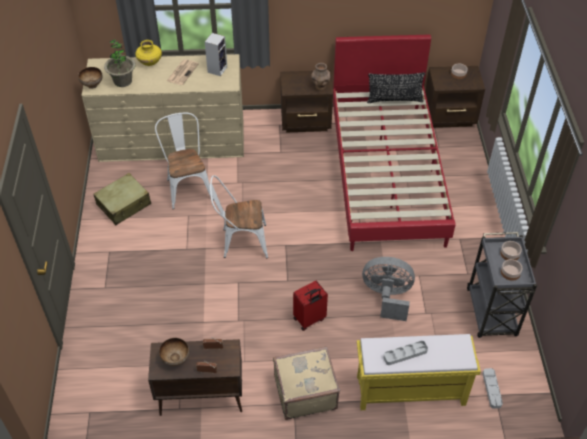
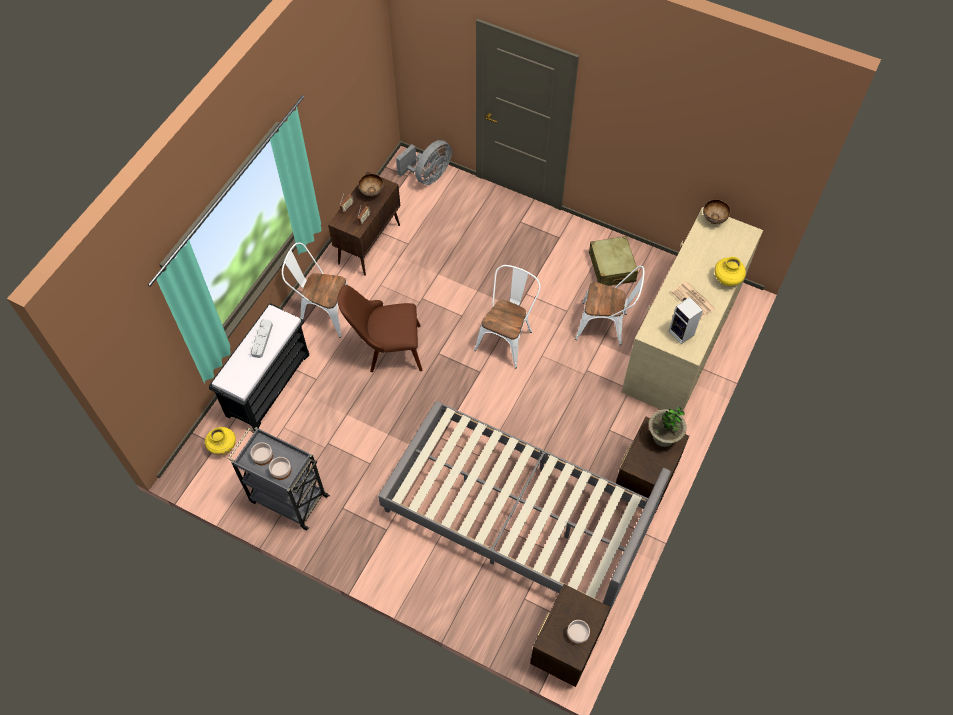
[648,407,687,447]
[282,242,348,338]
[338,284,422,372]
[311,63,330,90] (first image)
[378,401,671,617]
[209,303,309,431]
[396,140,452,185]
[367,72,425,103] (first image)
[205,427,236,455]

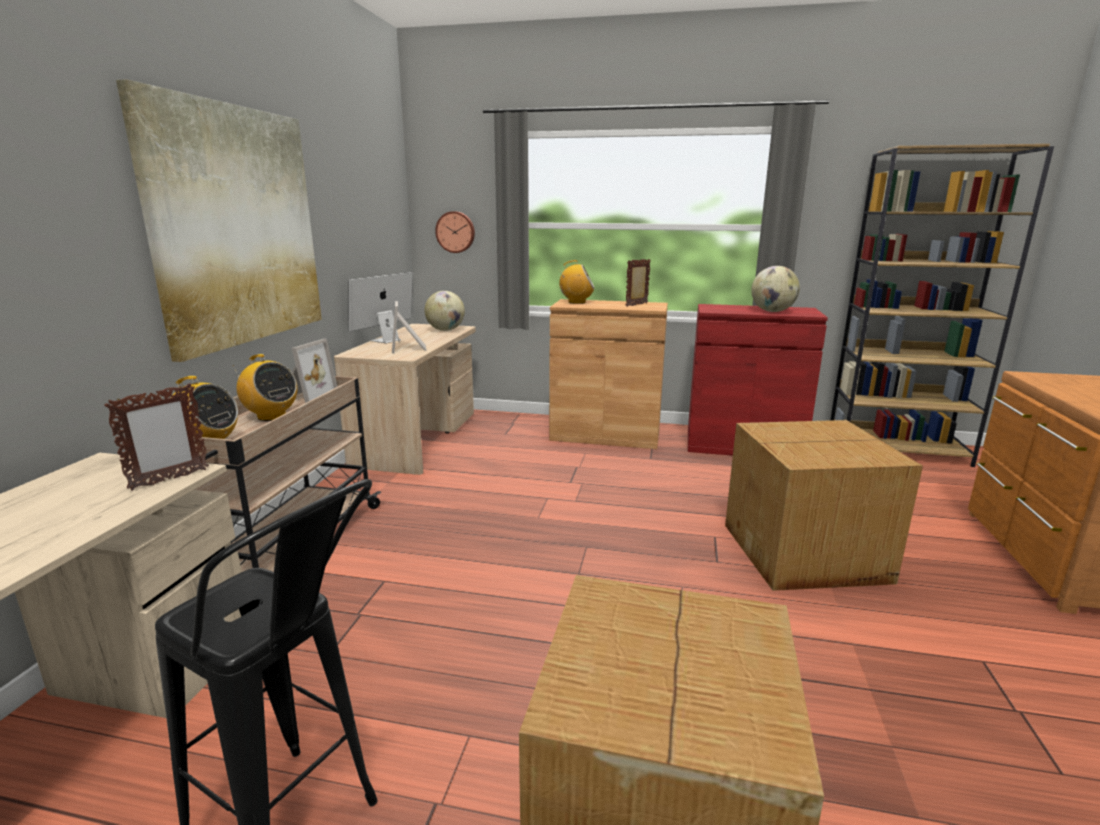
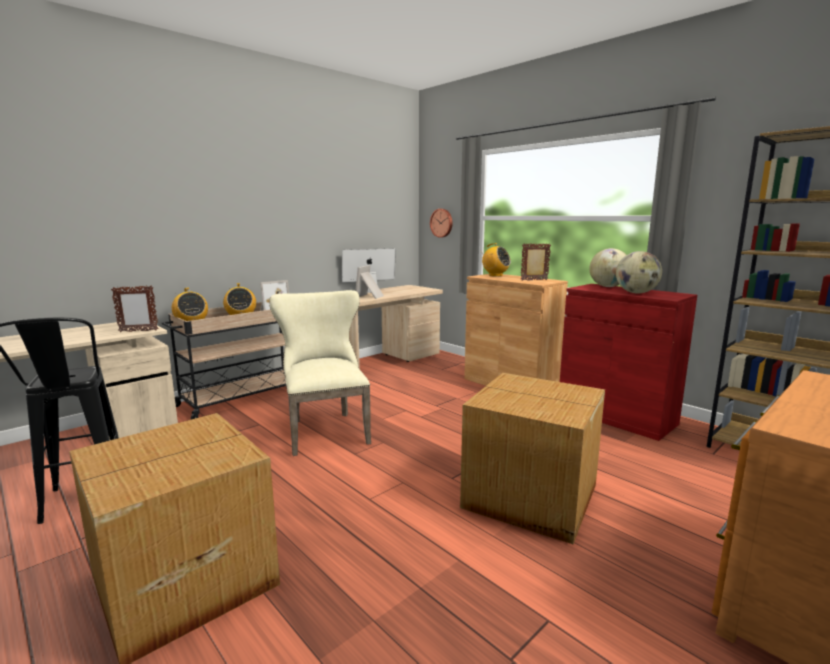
[116,79,322,362] (first image)
[589,248,626,287]
[269,290,371,456]

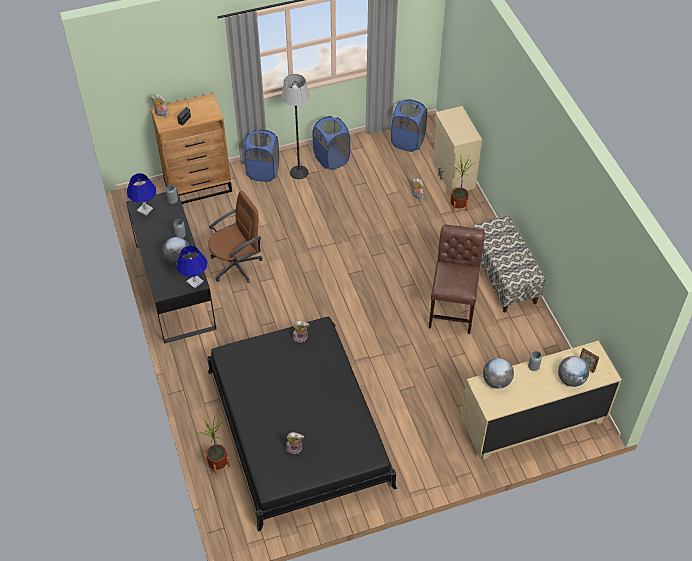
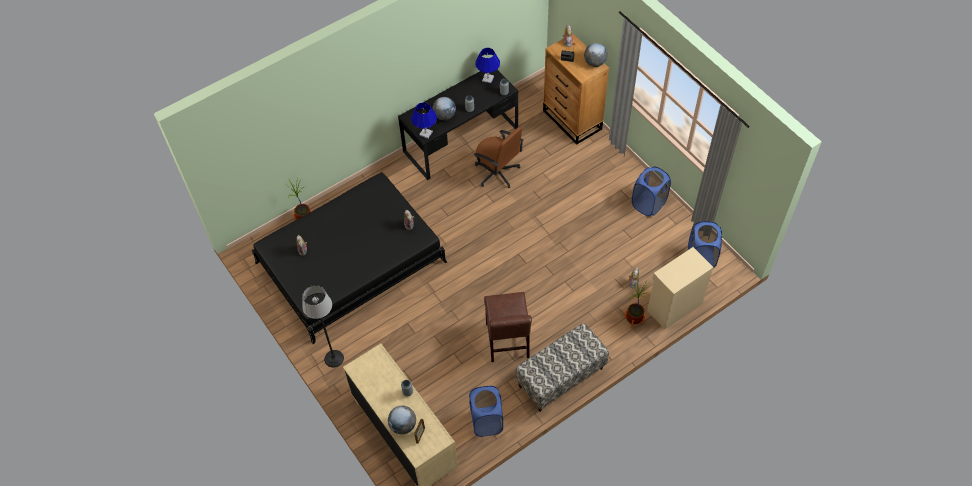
[469,386,503,437]
[302,285,344,368]
[484,292,532,362]
[584,43,608,67]

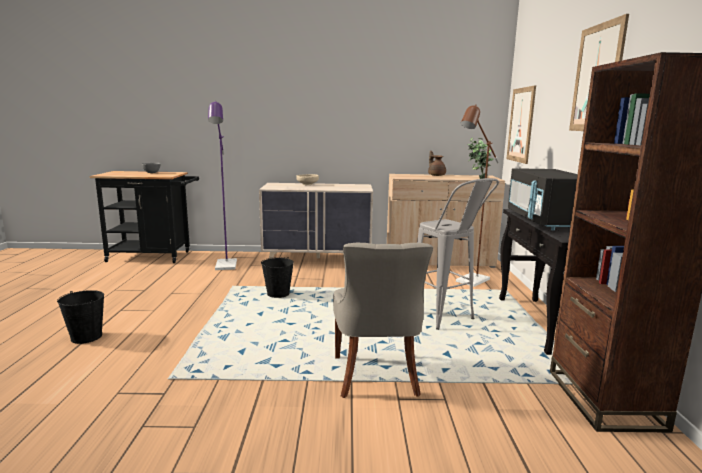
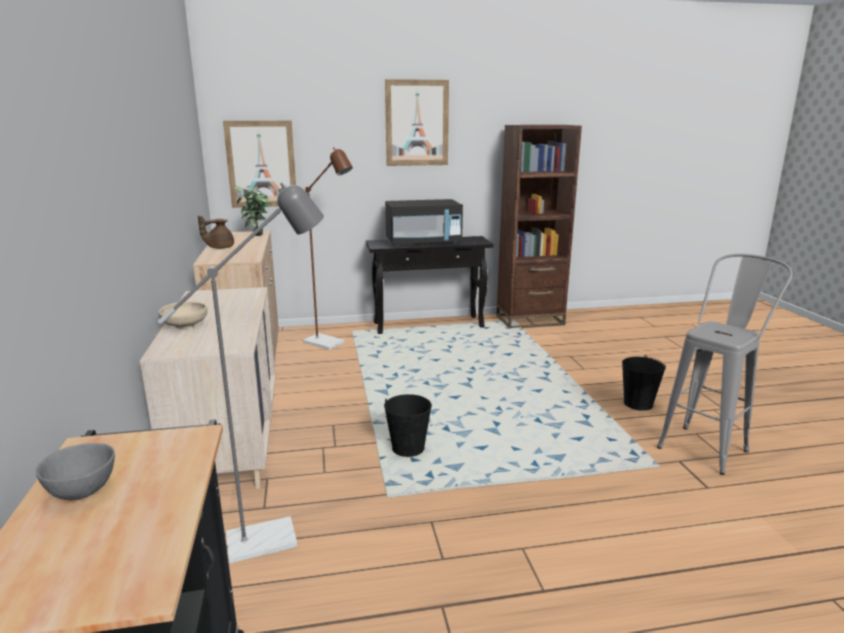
[622,355,666,411]
[158,182,324,564]
[333,243,433,398] (first image)
[657,254,793,475]

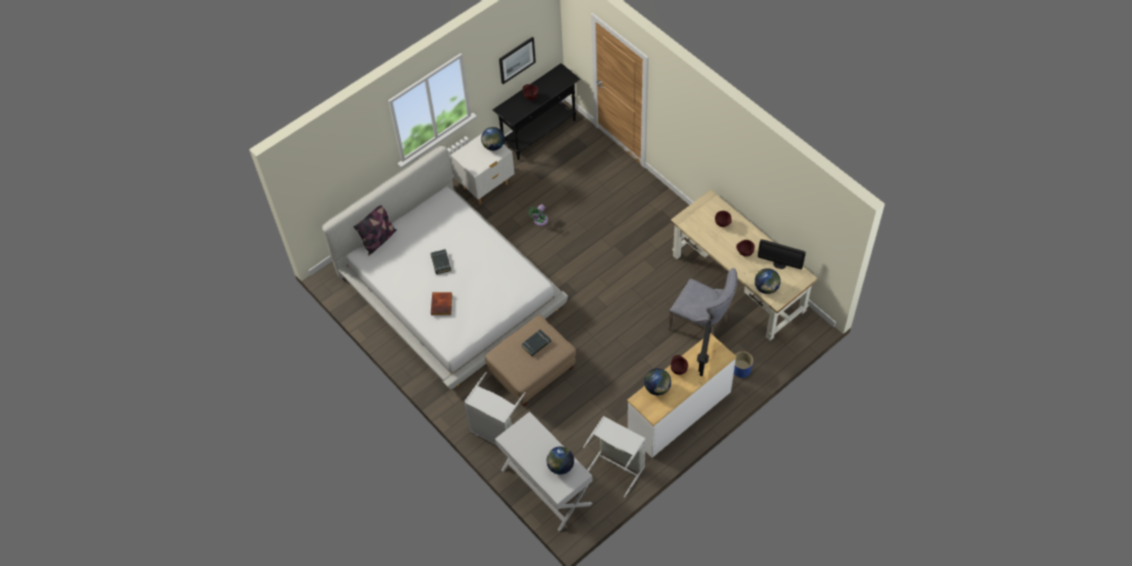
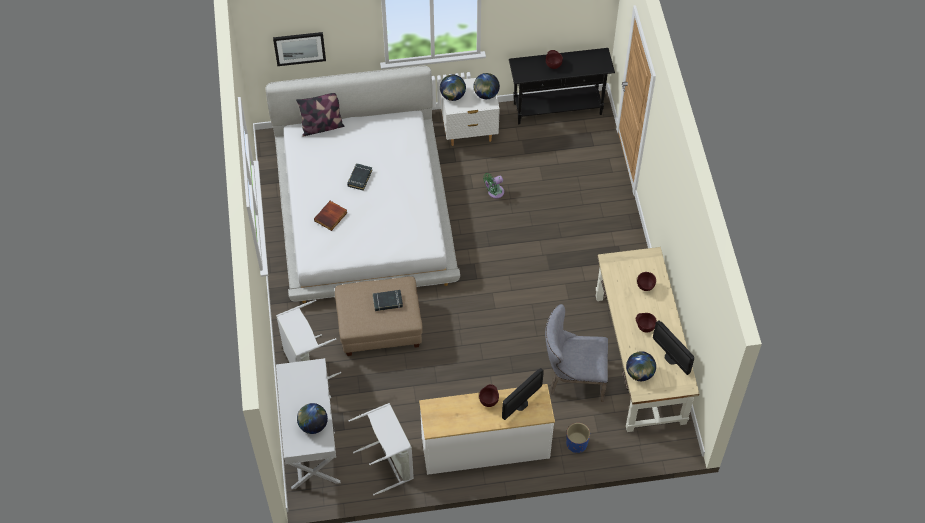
[273,32,326,66]
[440,74,466,101]
[545,304,608,402]

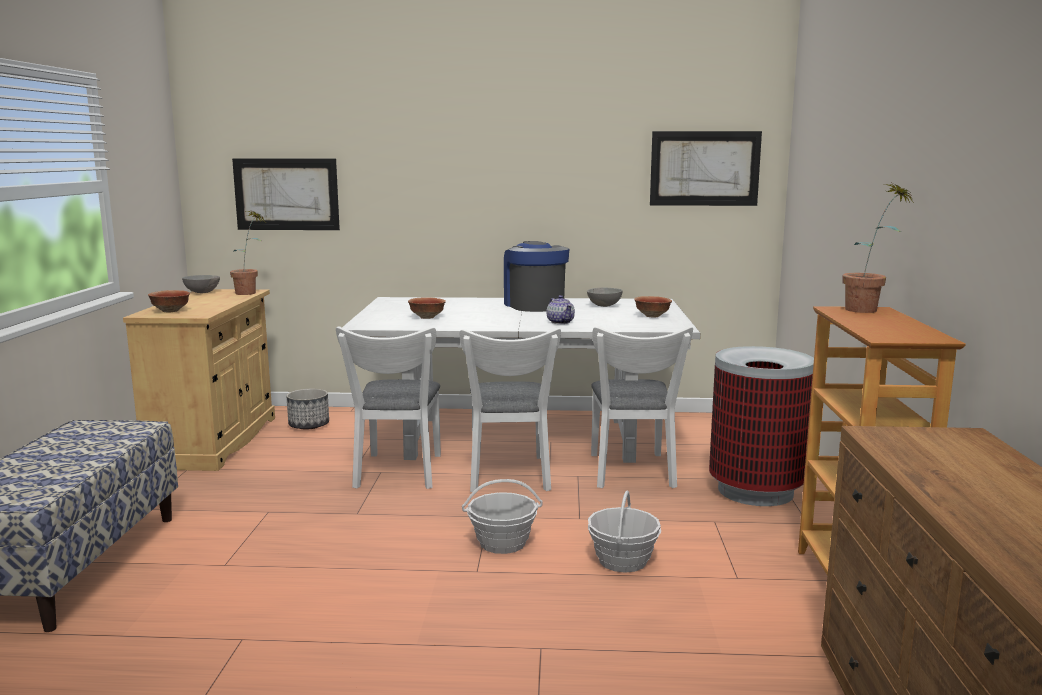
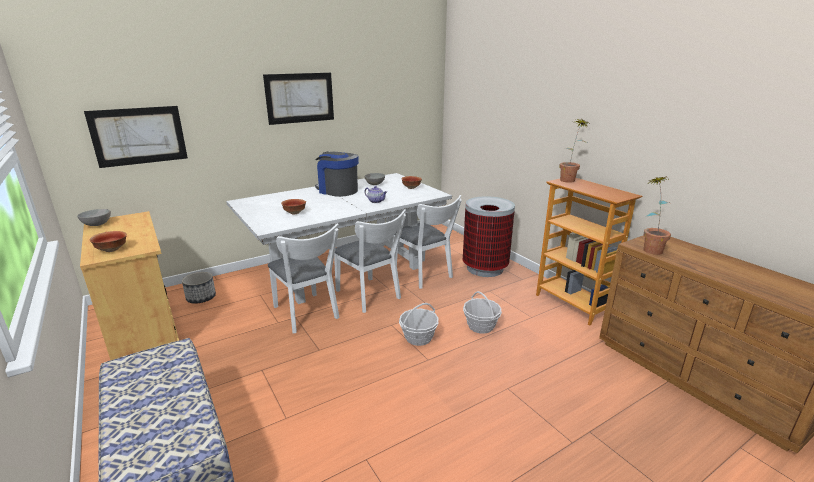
[644,176,671,255]
[263,73,334,125]

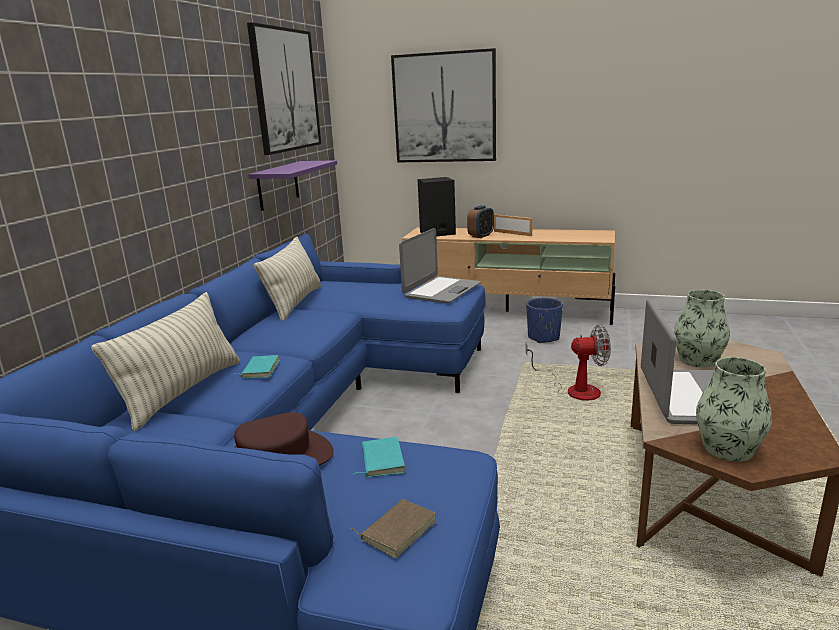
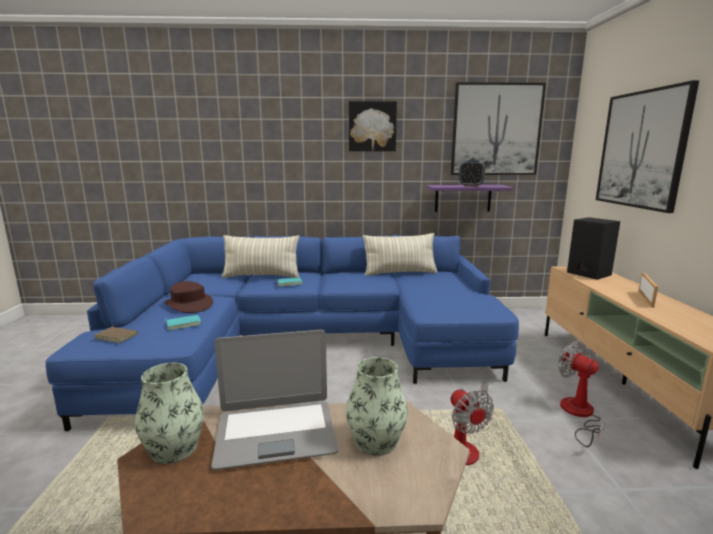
[399,228,481,303] (first image)
[459,160,485,187]
[558,342,605,447]
[349,101,397,151]

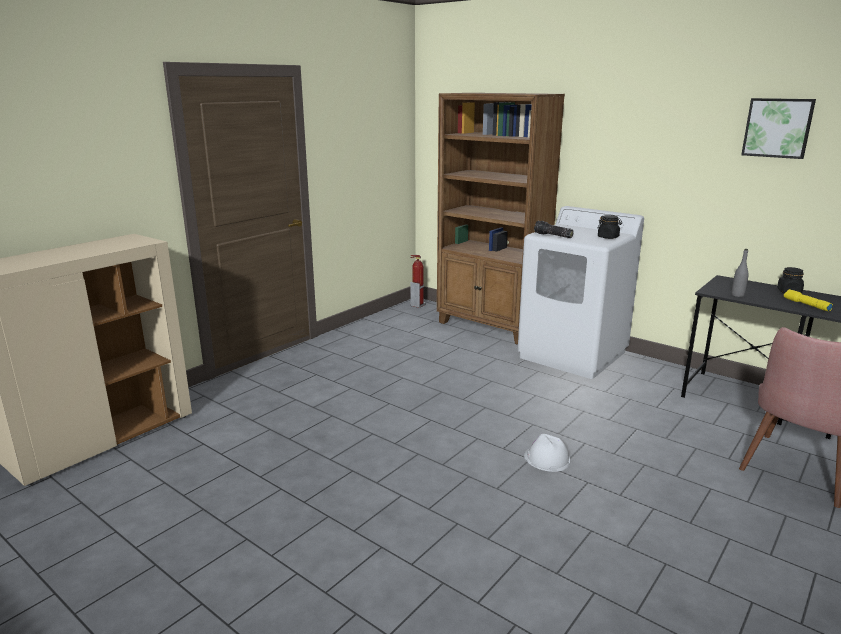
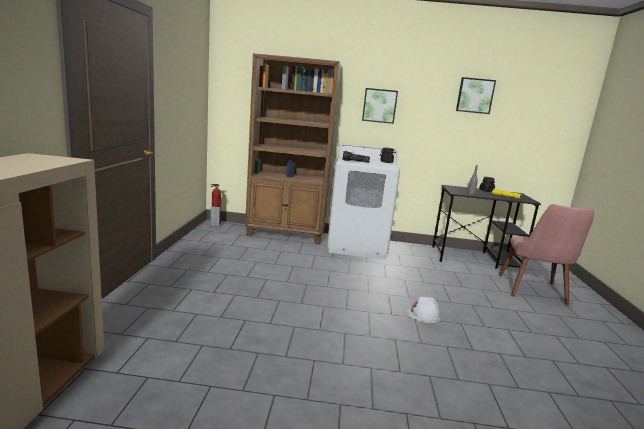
[362,88,398,124]

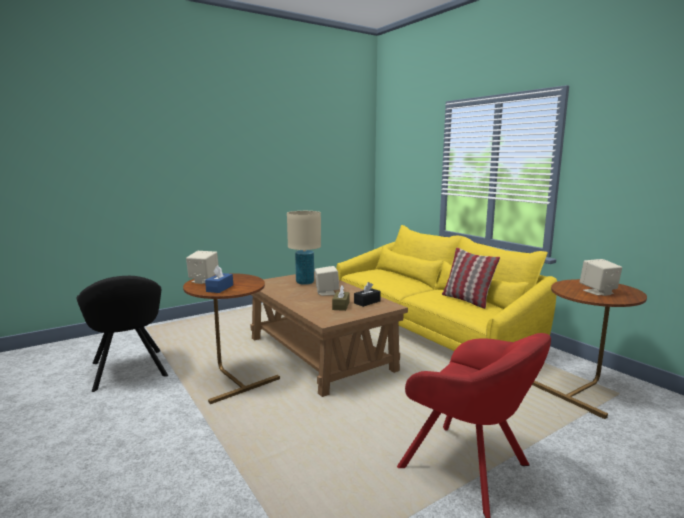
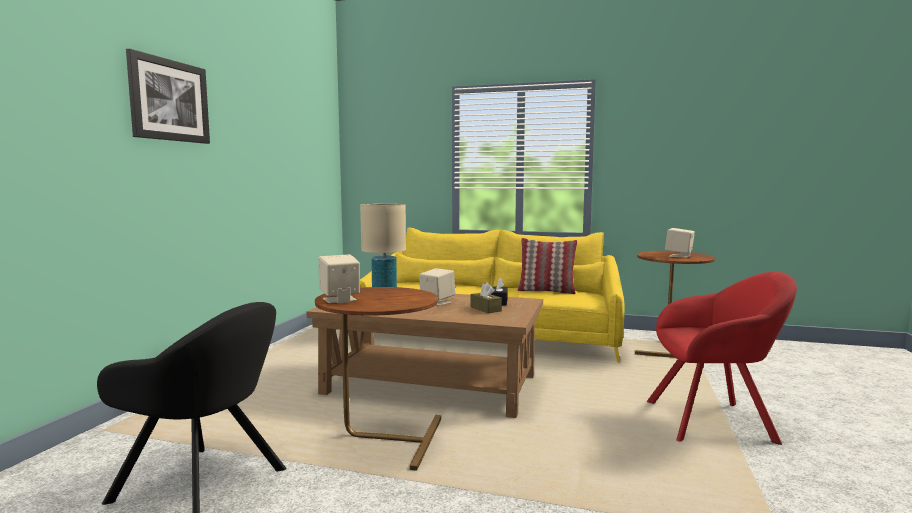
[205,265,233,293] (first image)
[126,49,210,144]

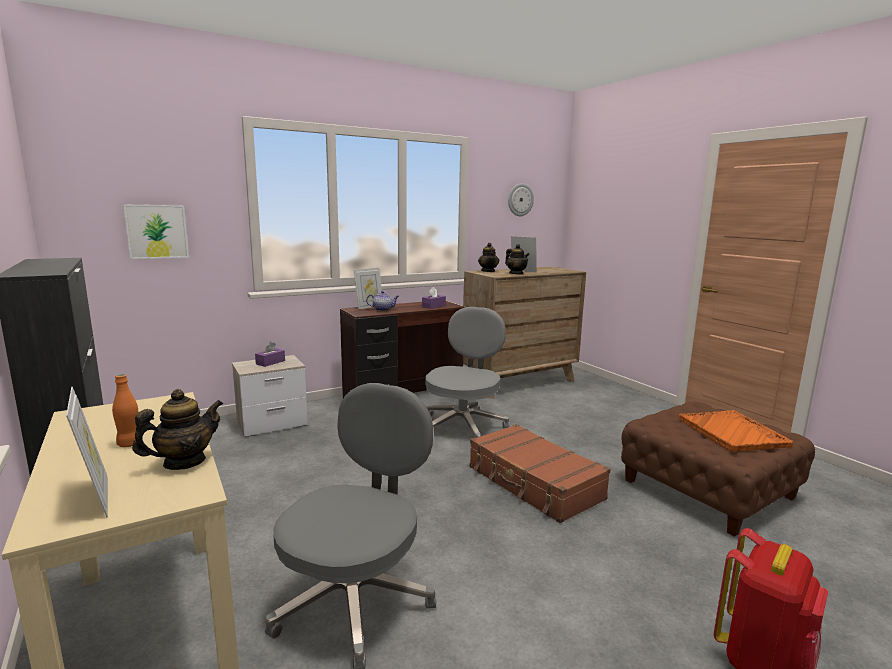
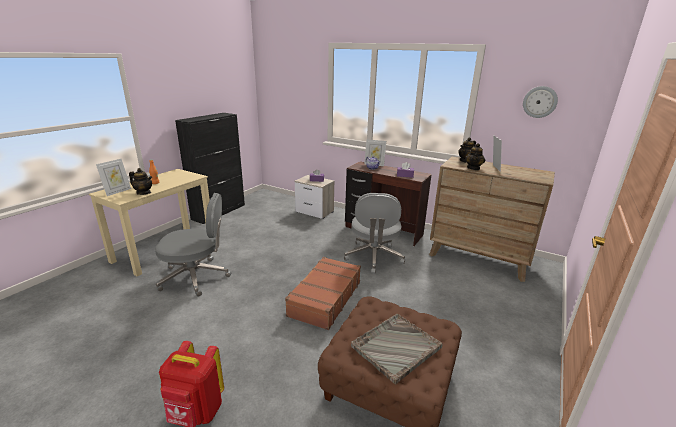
[123,204,189,259] (first image)
[344,193,405,274]
[351,314,443,385]

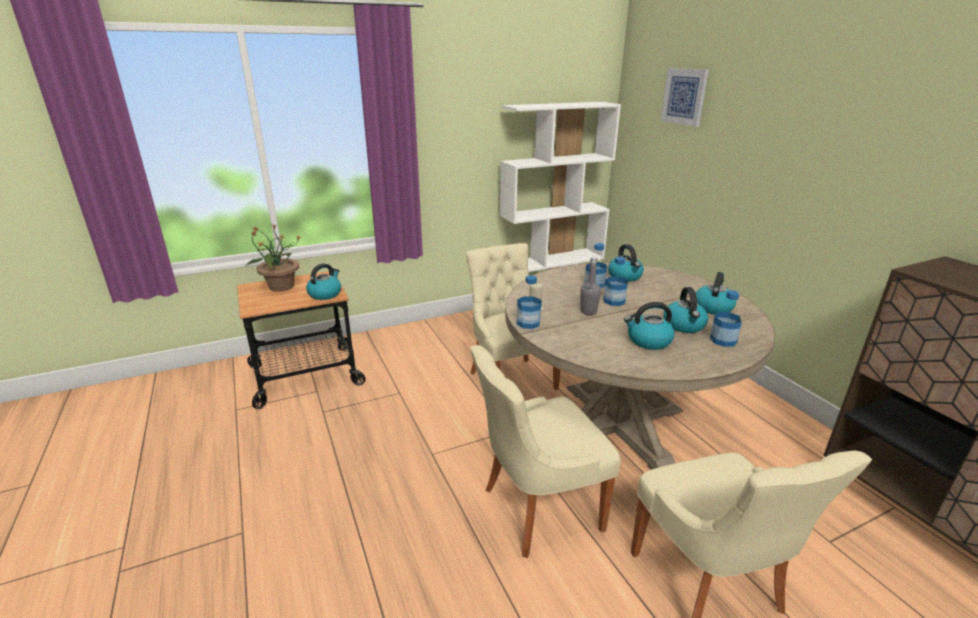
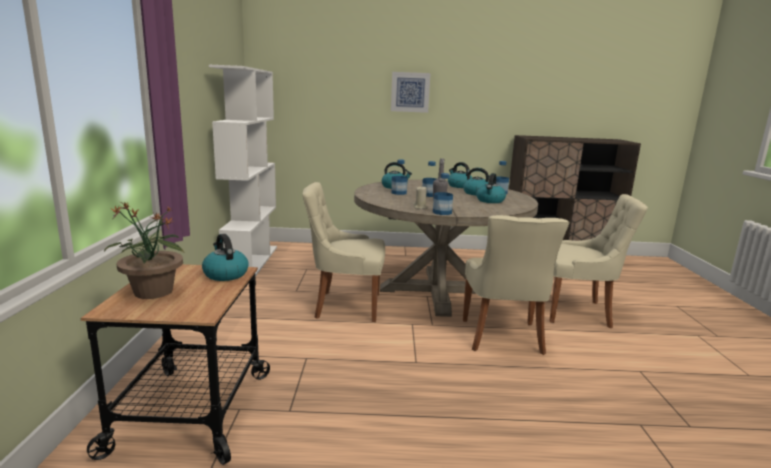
[391,72,431,113]

